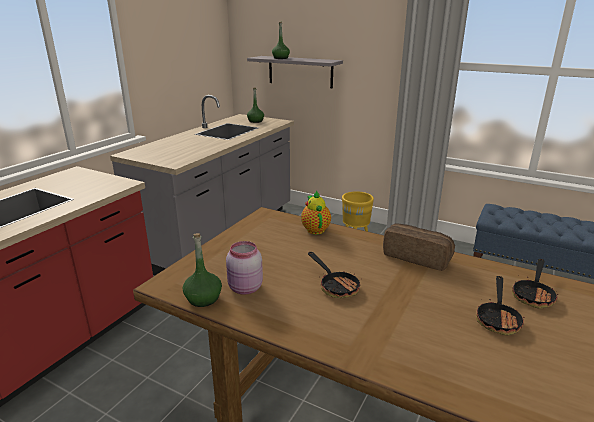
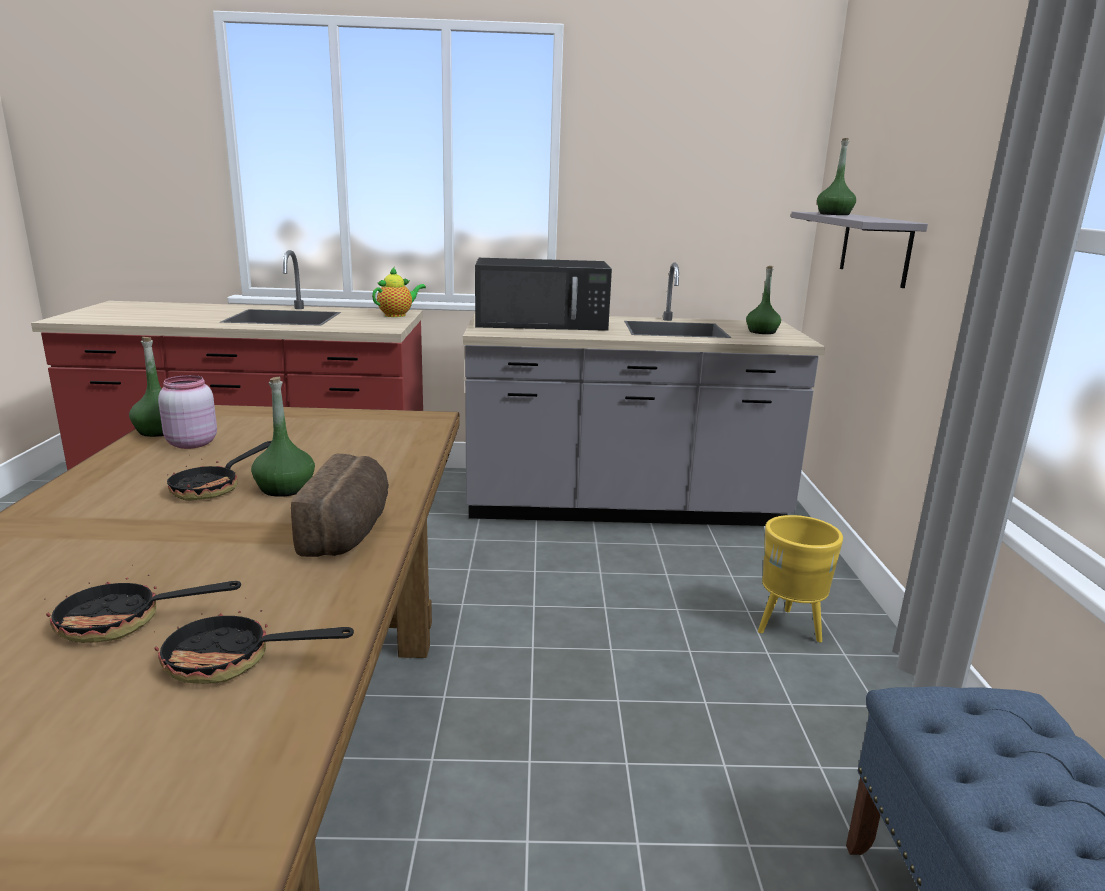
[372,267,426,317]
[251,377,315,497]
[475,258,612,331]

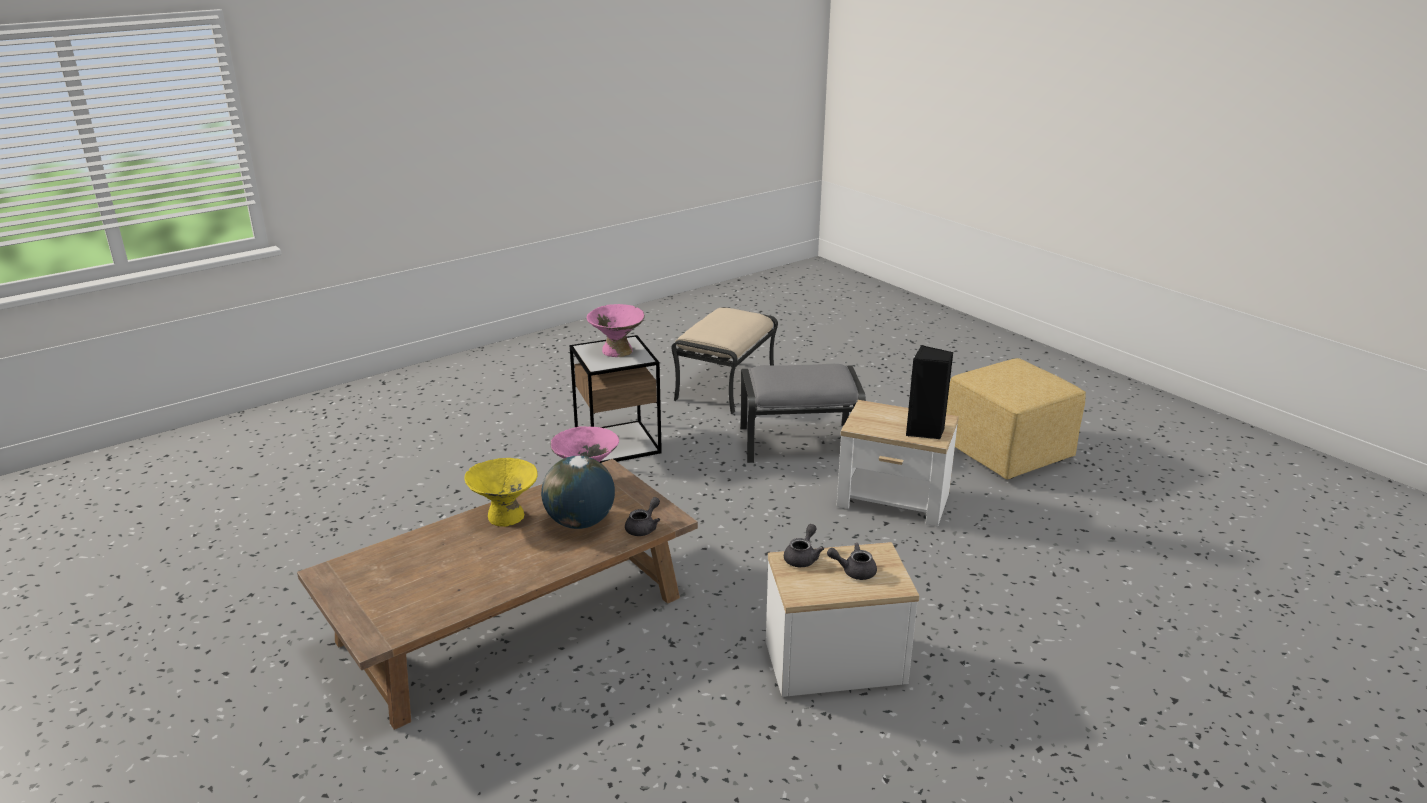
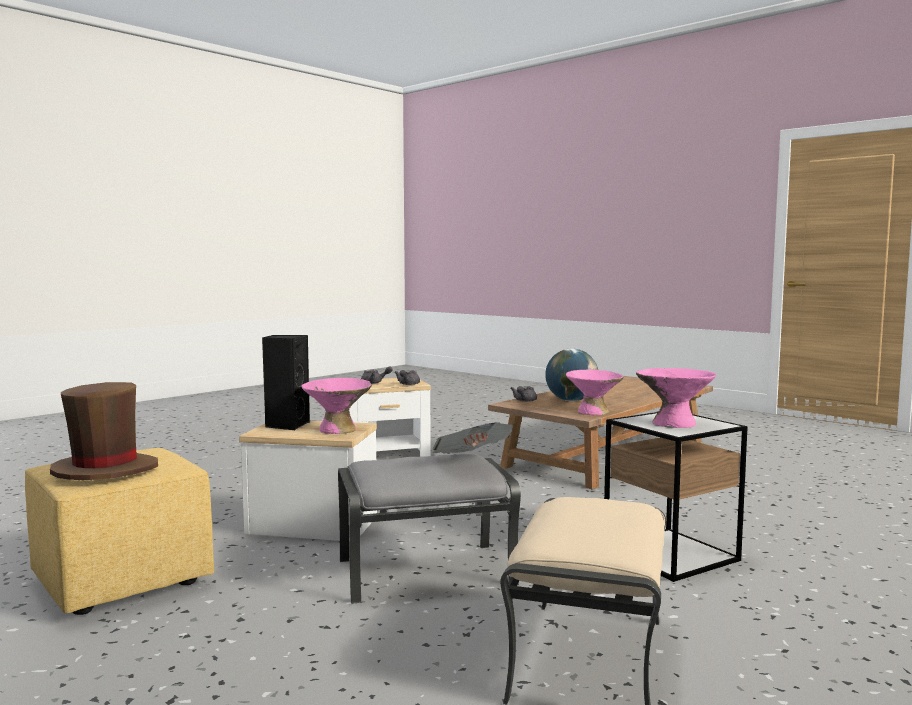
[464,458,538,527] (first image)
[50,382,158,480]
[301,378,372,434]
[432,422,513,453]

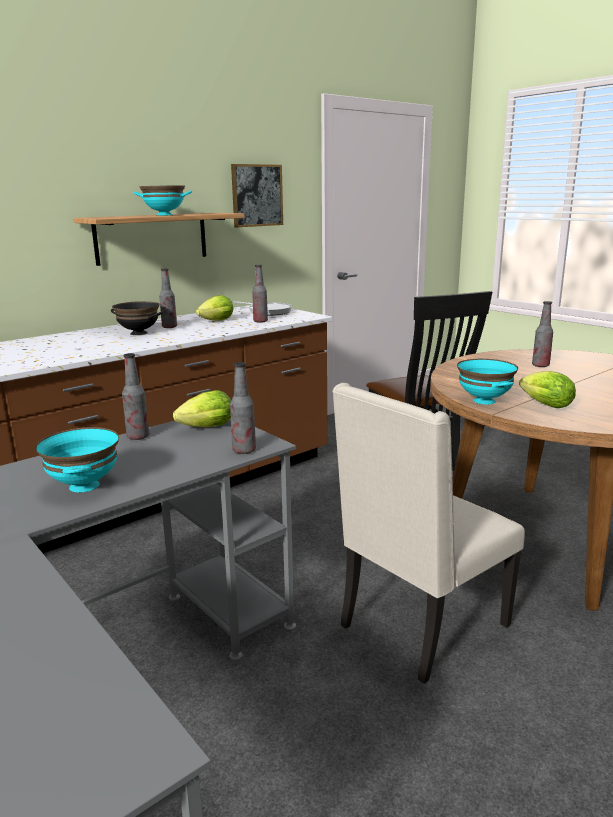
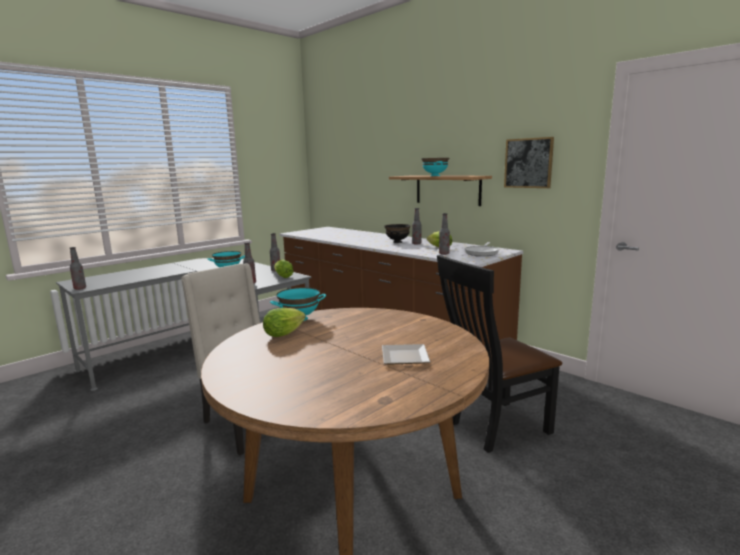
[69,247,86,290]
[382,344,430,364]

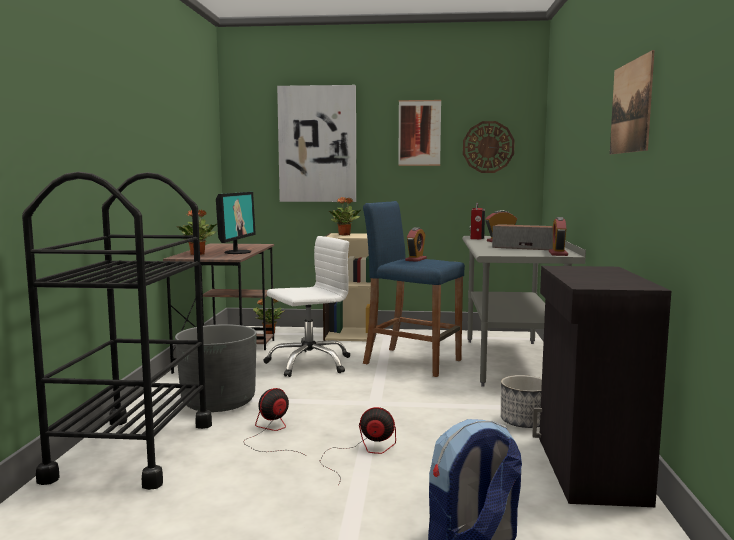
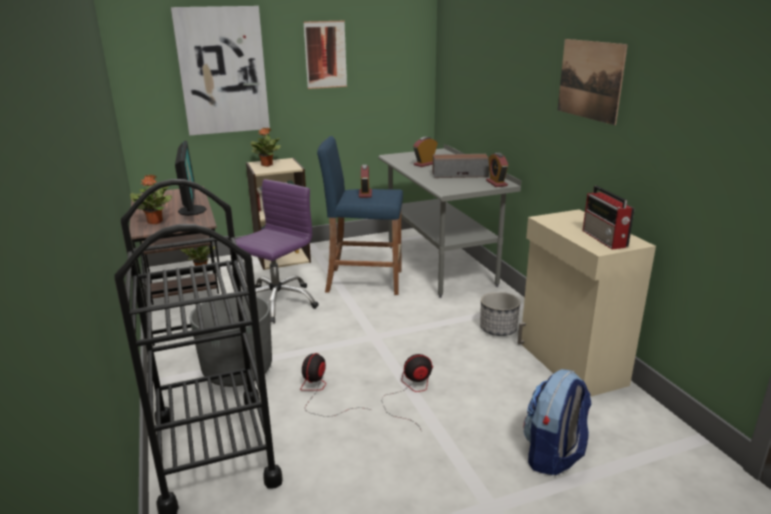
[228,179,319,324]
[463,121,515,173] (first image)
[583,186,635,249]
[518,209,656,397]

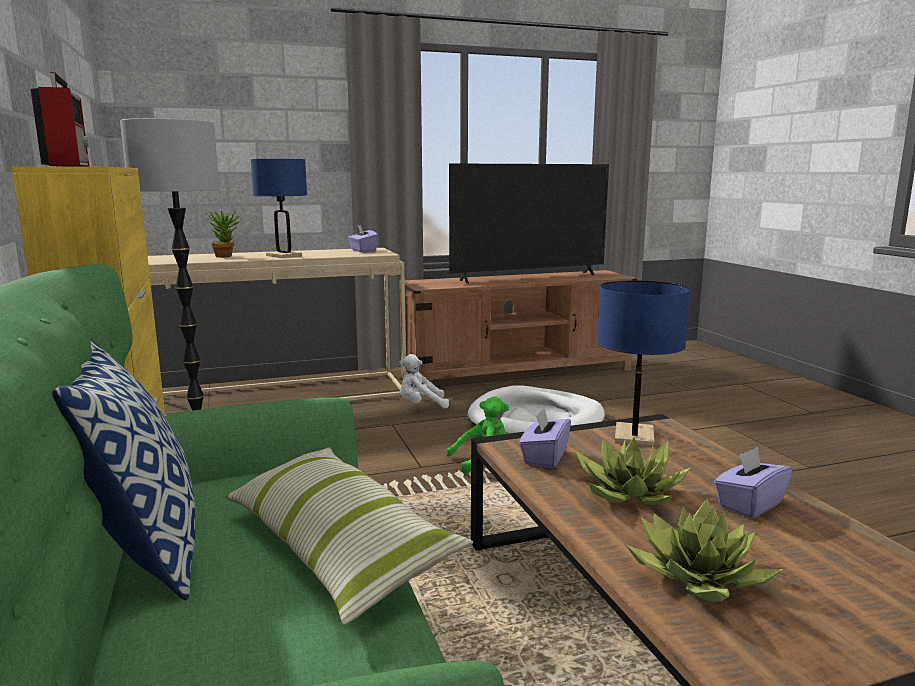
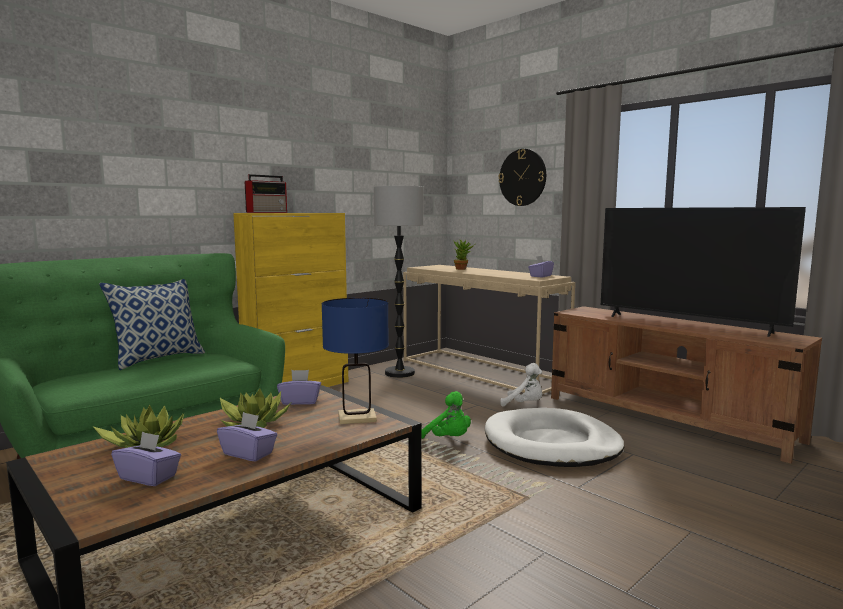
[225,447,473,625] (first image)
[251,159,307,258] (first image)
[500,363,543,407]
[111,431,181,486]
[498,149,546,206]

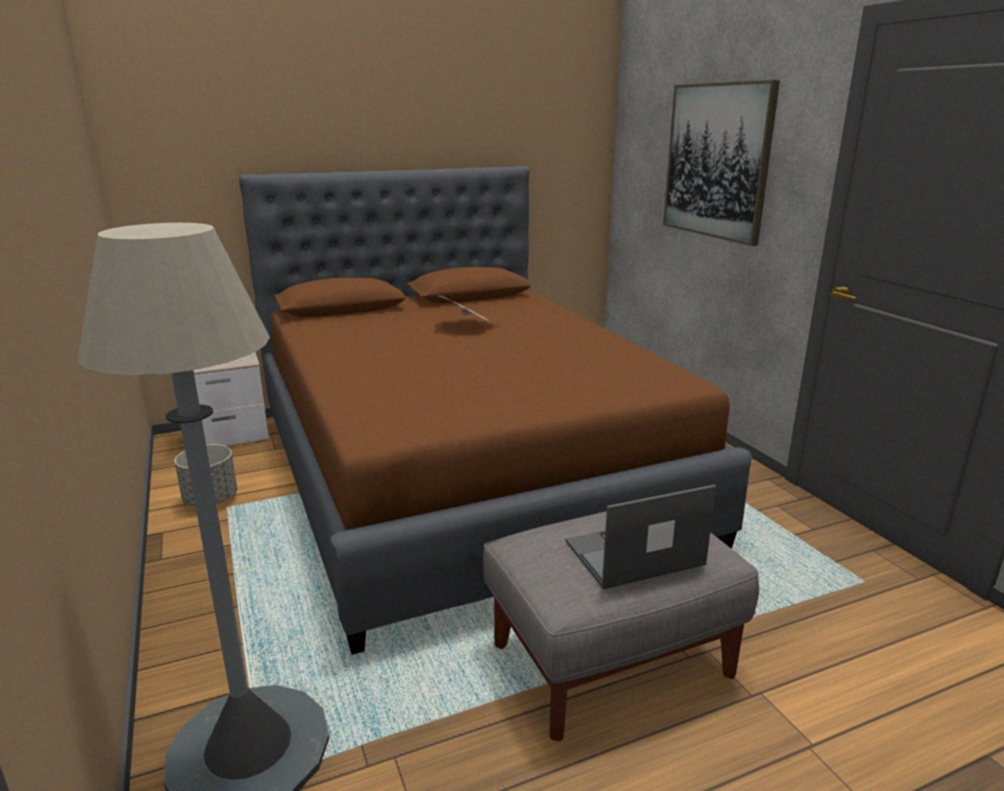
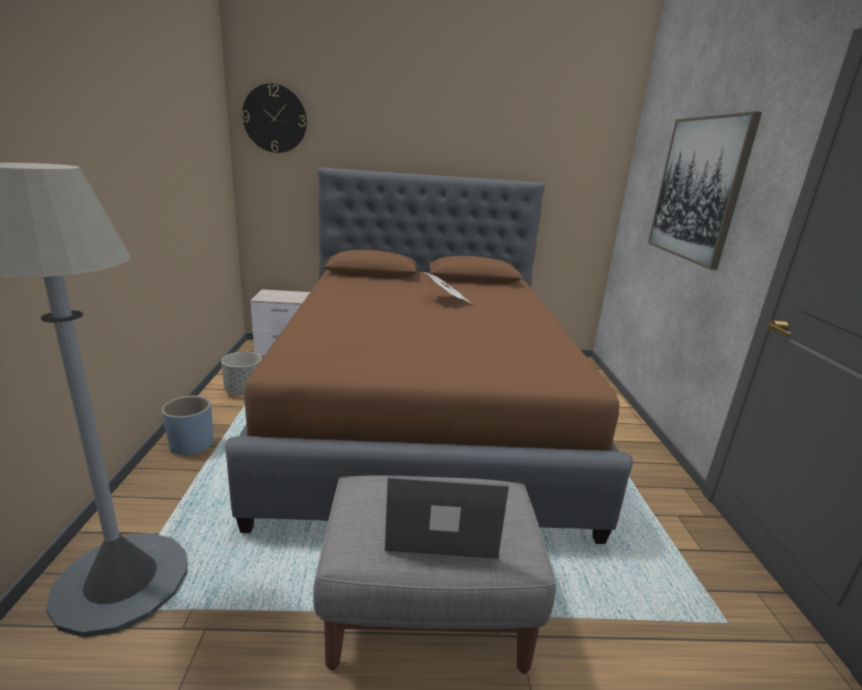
[162,396,213,455]
[242,83,307,153]

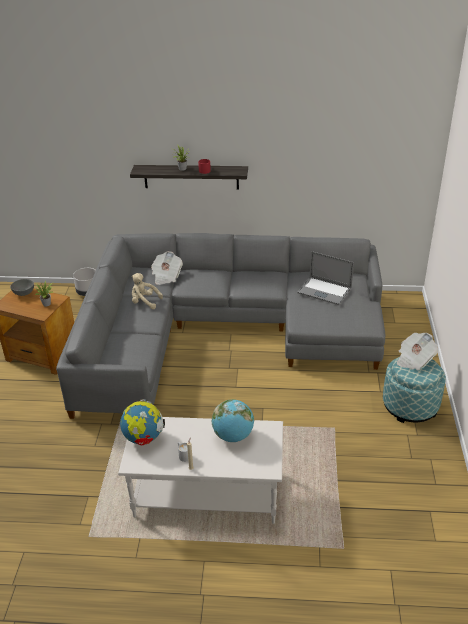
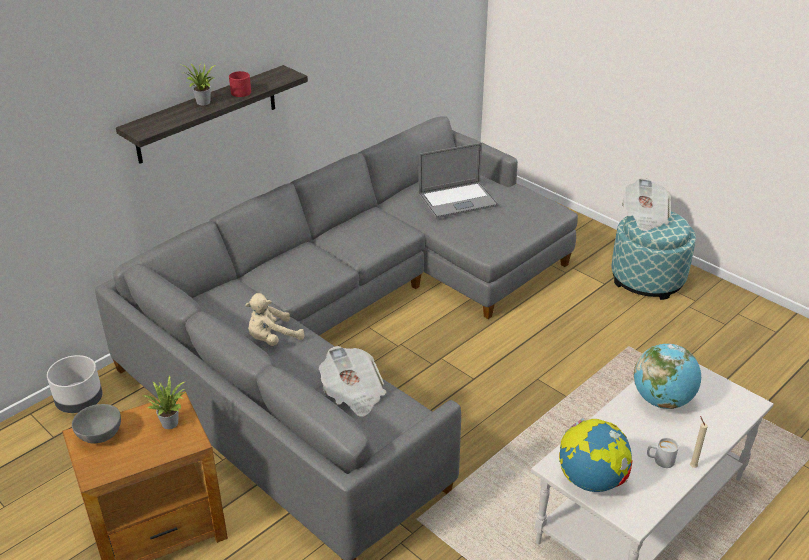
[319,346,386,417]

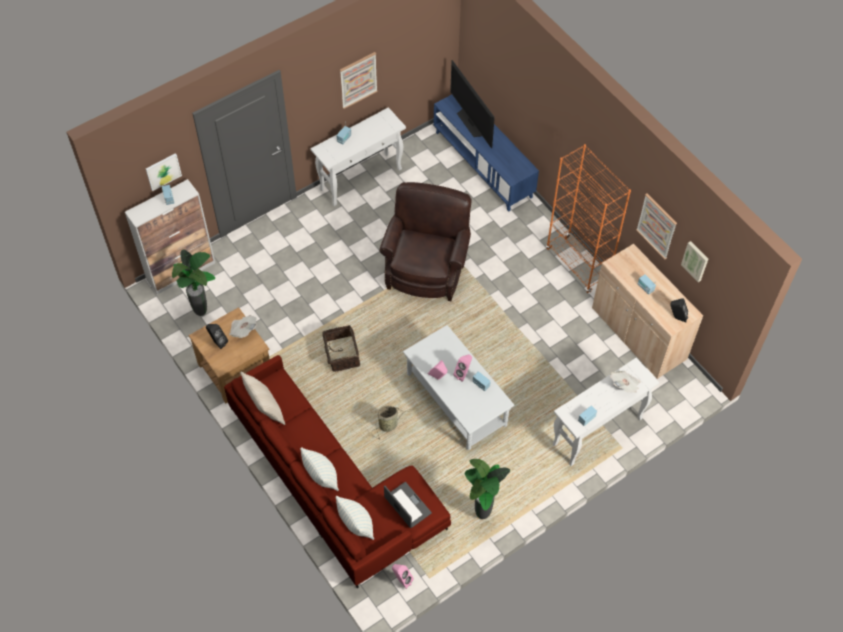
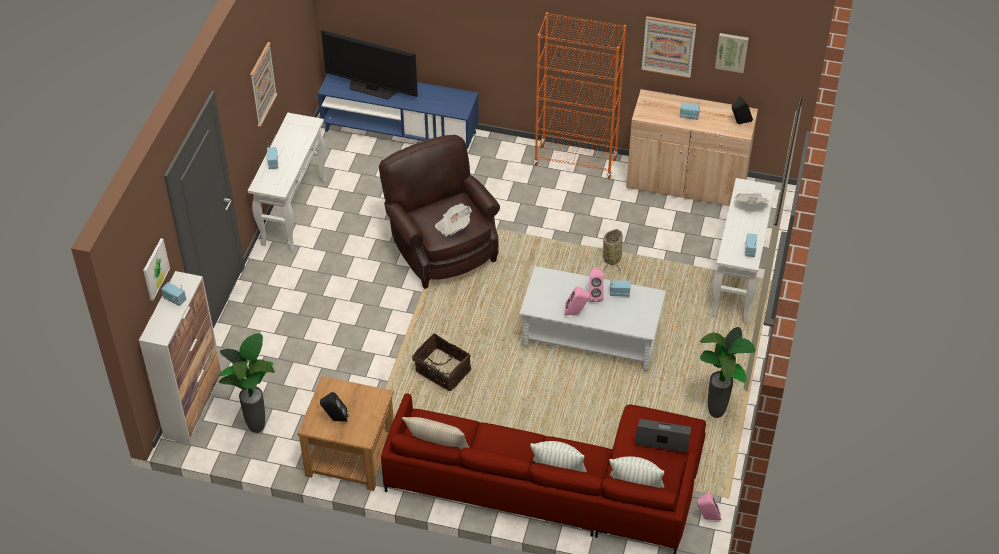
[435,203,472,237]
[603,229,623,273]

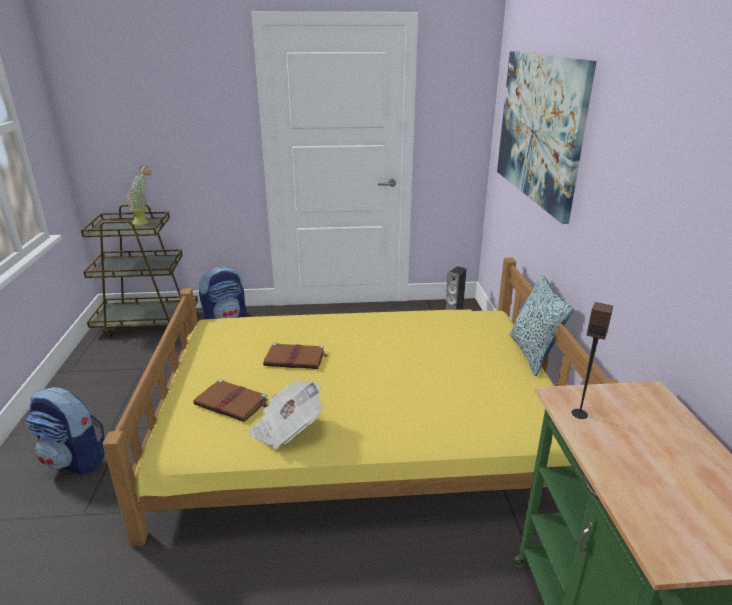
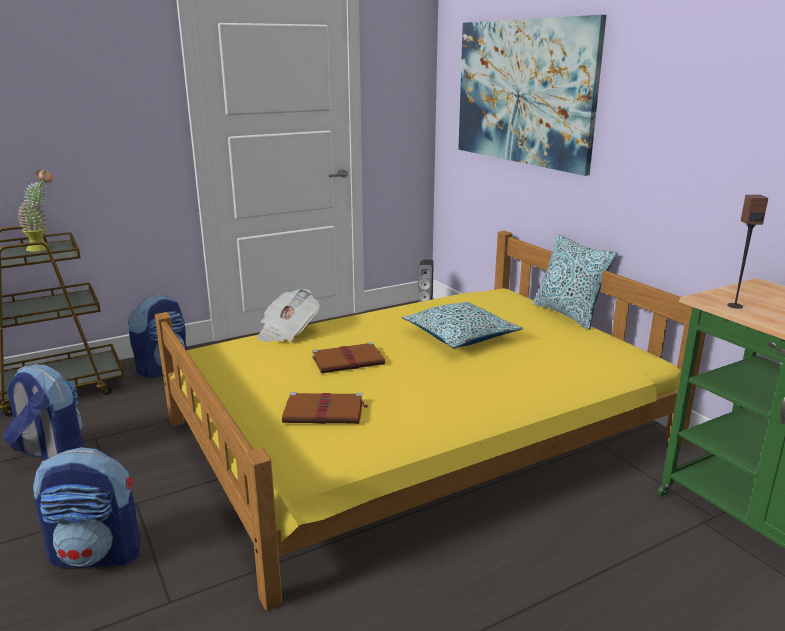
[257,289,320,342]
[4,364,84,459]
[402,302,523,349]

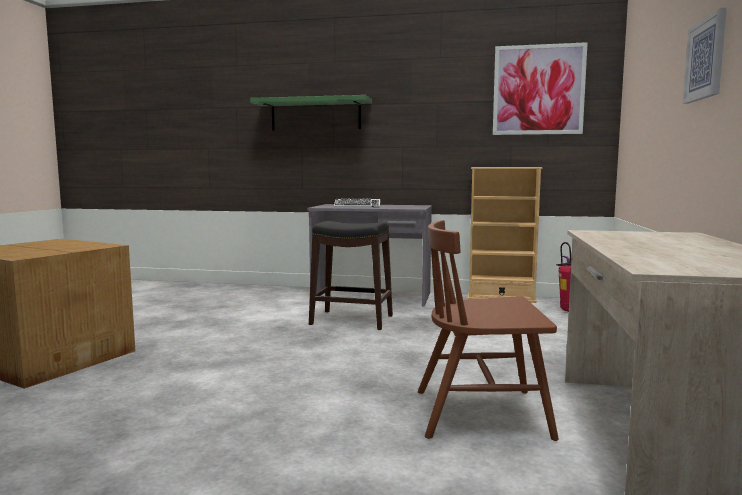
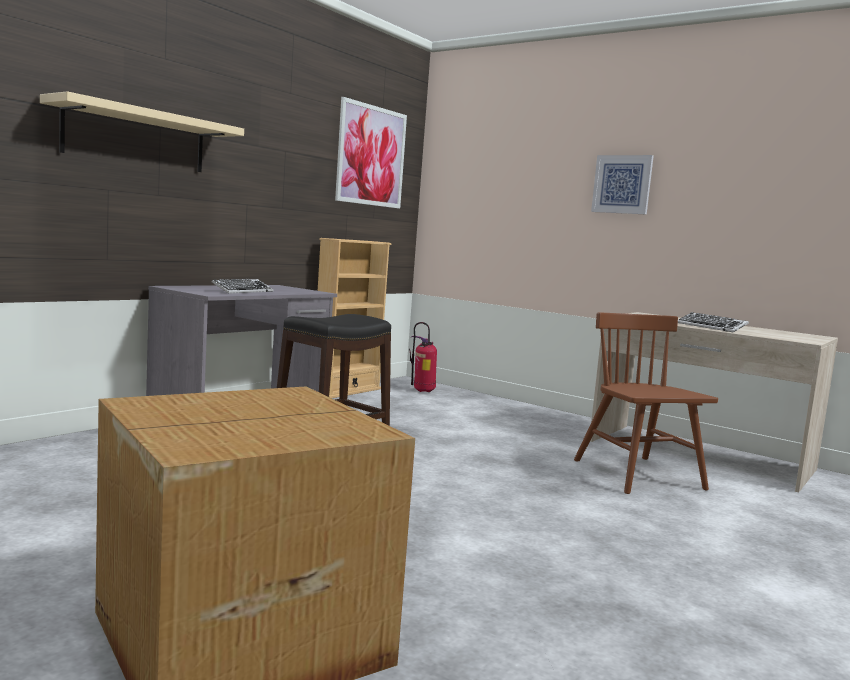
[40,91,244,172]
[574,312,718,494]
[678,312,749,332]

